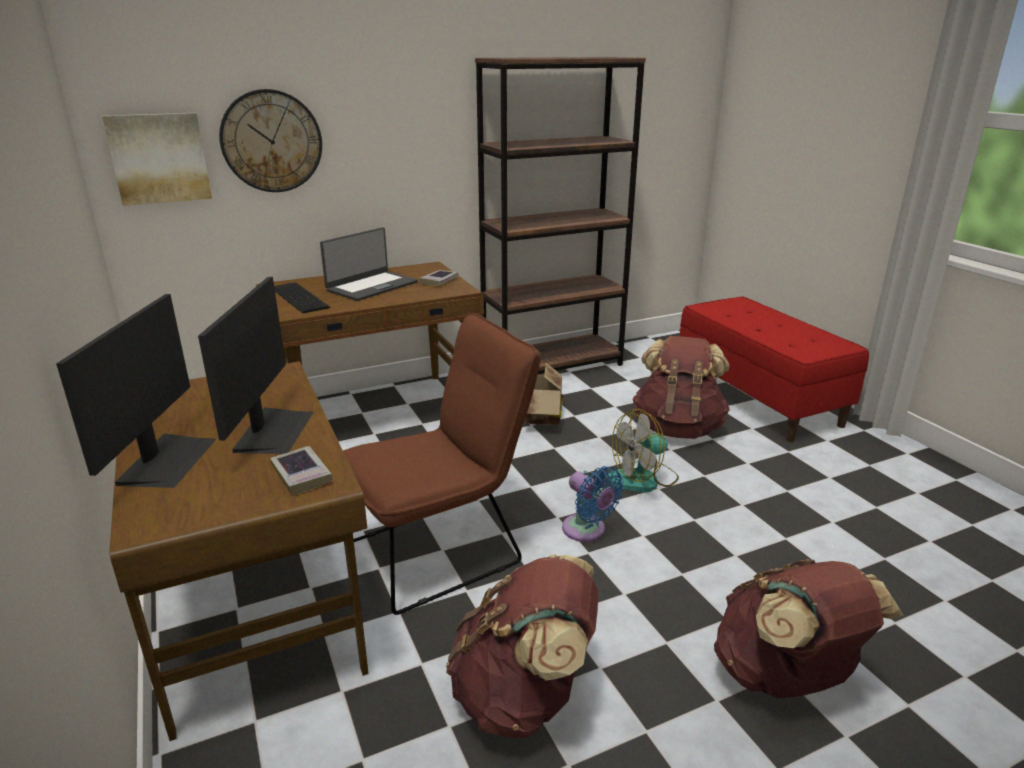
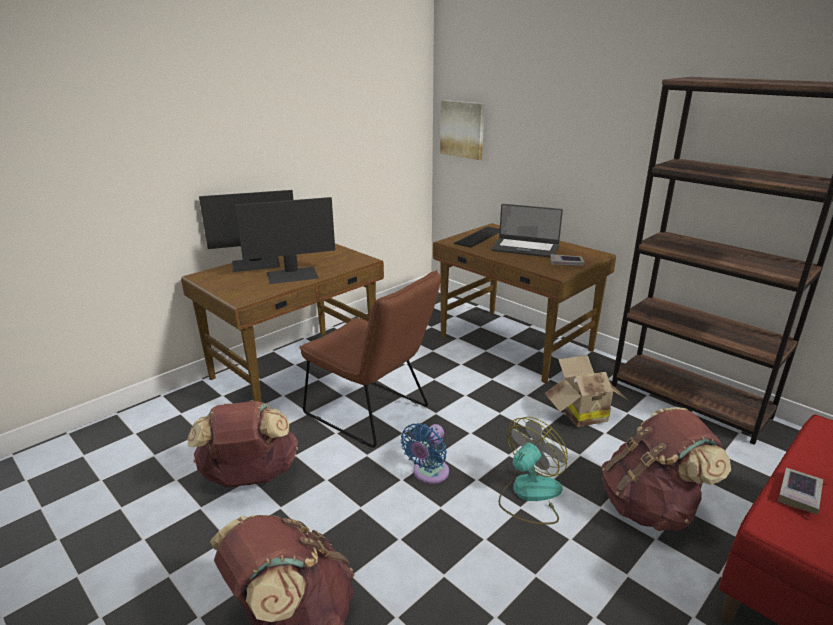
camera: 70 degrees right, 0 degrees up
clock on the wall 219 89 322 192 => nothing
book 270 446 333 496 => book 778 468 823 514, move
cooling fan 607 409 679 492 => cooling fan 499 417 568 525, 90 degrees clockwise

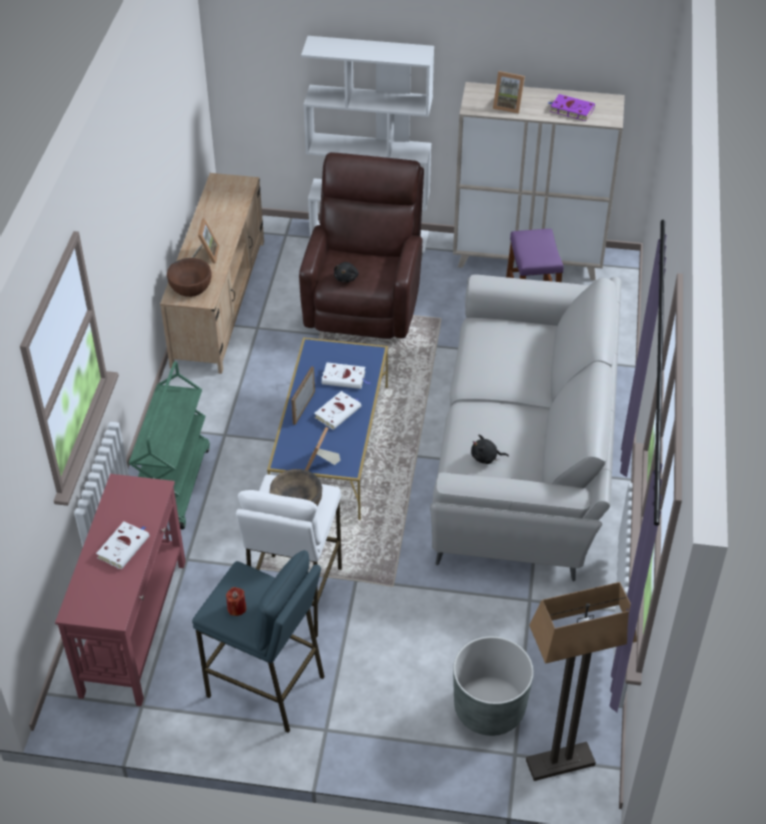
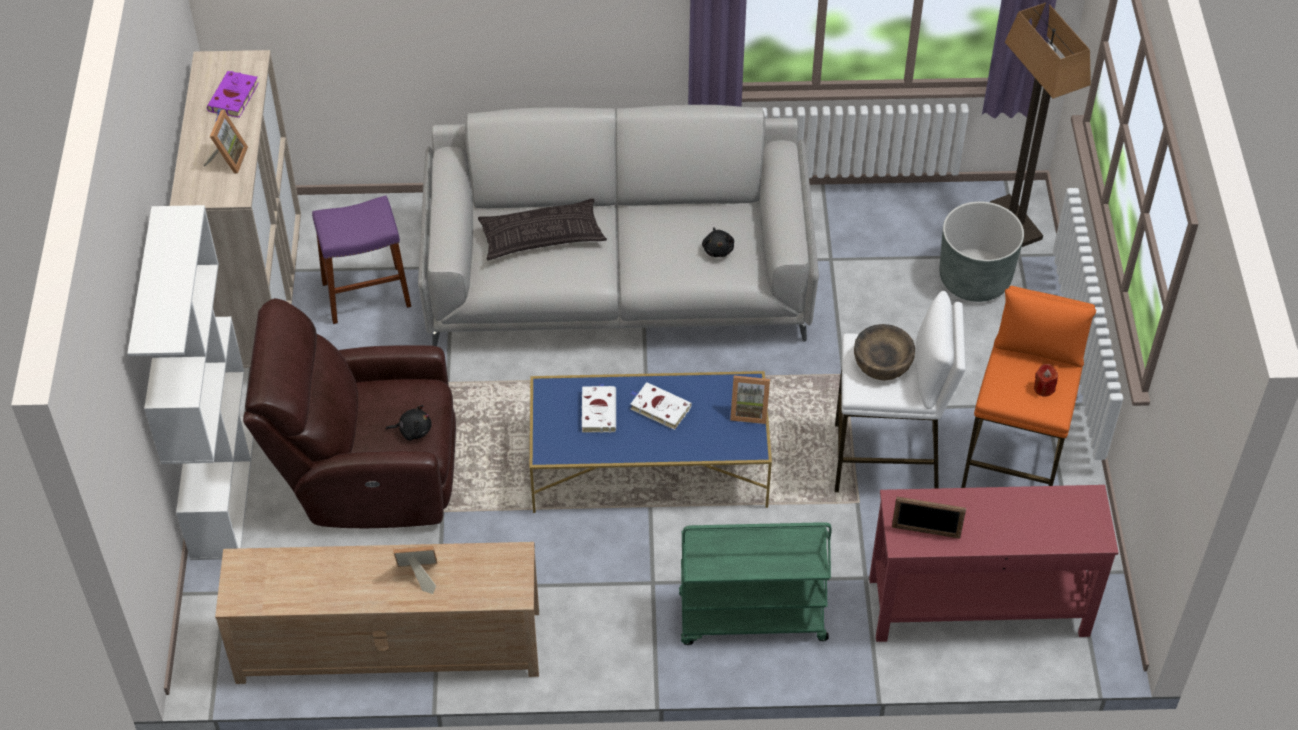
camera: 100 degrees left, 5 degrees up
book in white-coloured 96 522 150 569 => nothing
bowl in brownish 167 258 212 297 => nothing
nothing => pillow 478 198 607 260
standing frame 291 366 315 425 => standing frame 892 496 966 538, move
sitting stool in blue-coloured 192 550 324 733 => sitting stool in orange 961 286 1096 488

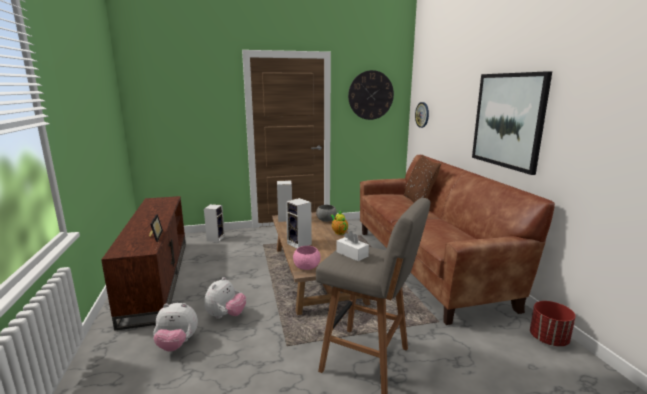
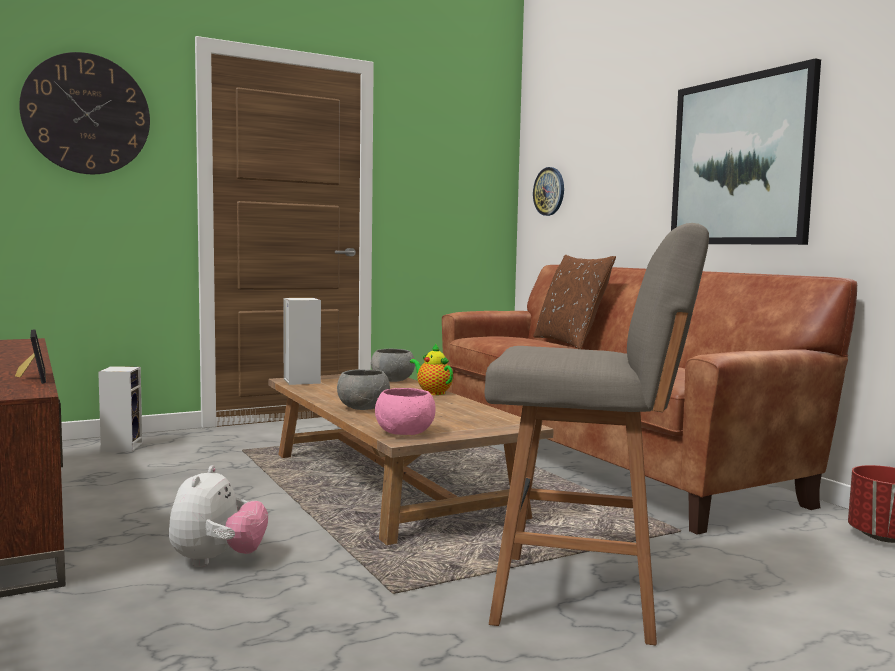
camera: 15 degrees left, 10 degrees down
soft toy 153 303 198 351 => nothing
tissue box in white-coloured 336 231 369 261 => nothing
clock on the wall 348 70 394 120 => clock on the wall 19 52 150 174, move
audio speaker 286 198 312 248 => bowl in gray 337 370 390 410

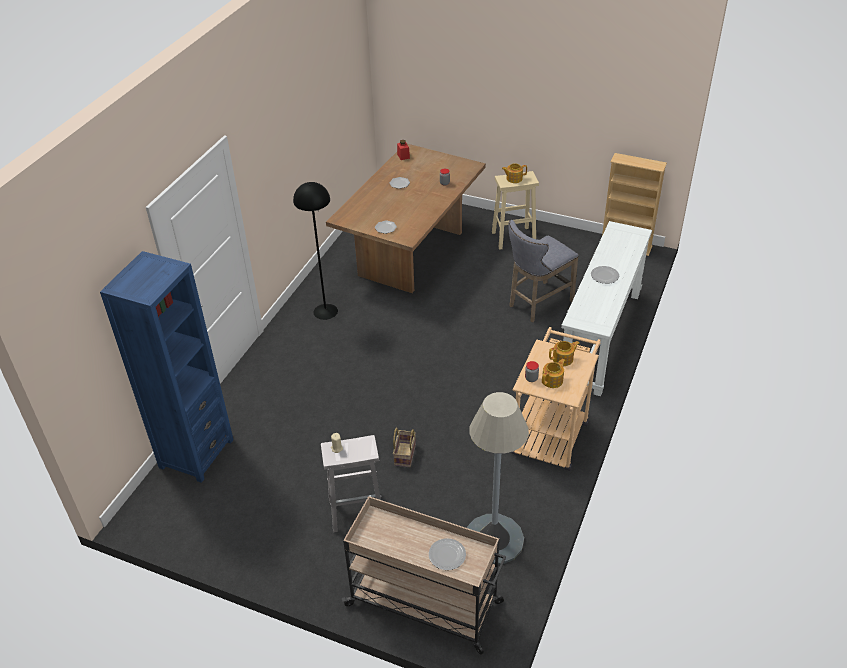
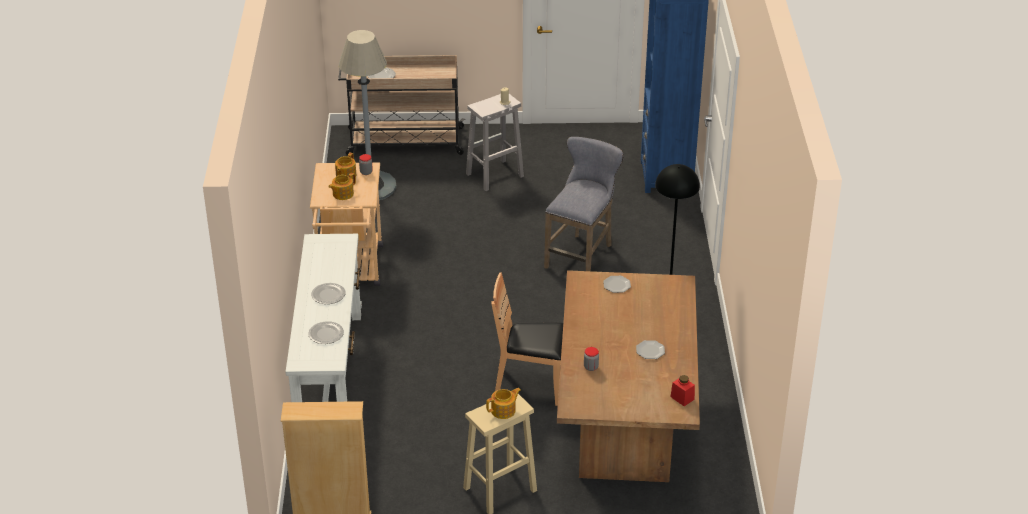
camera: 155 degrees right, 5 degrees down
basket 393 427 416 467 => nothing
nothing => plate 308 321 344 344
nothing => upright chair in brownish 491 272 563 406
sitting stool in gray 508 220 579 322 => sitting stool in gray 544 137 624 271, move

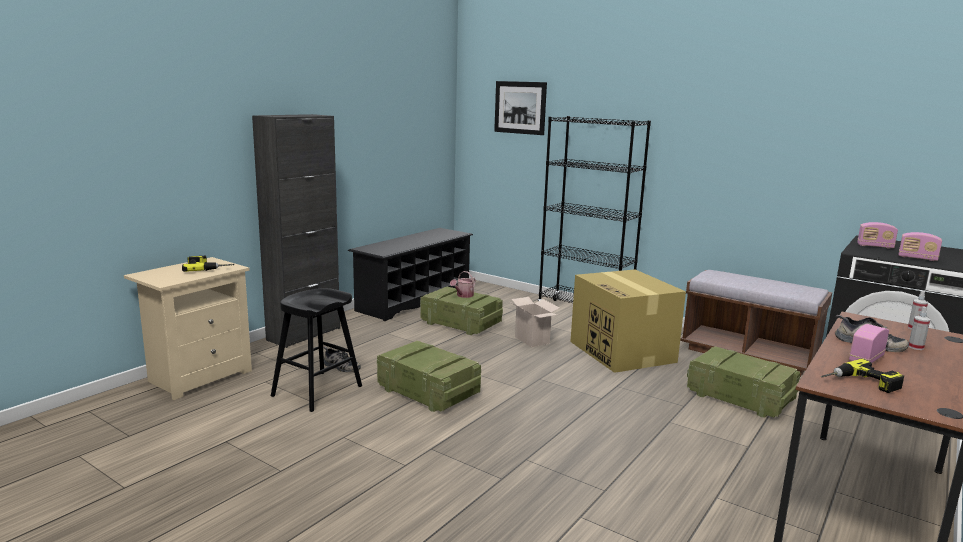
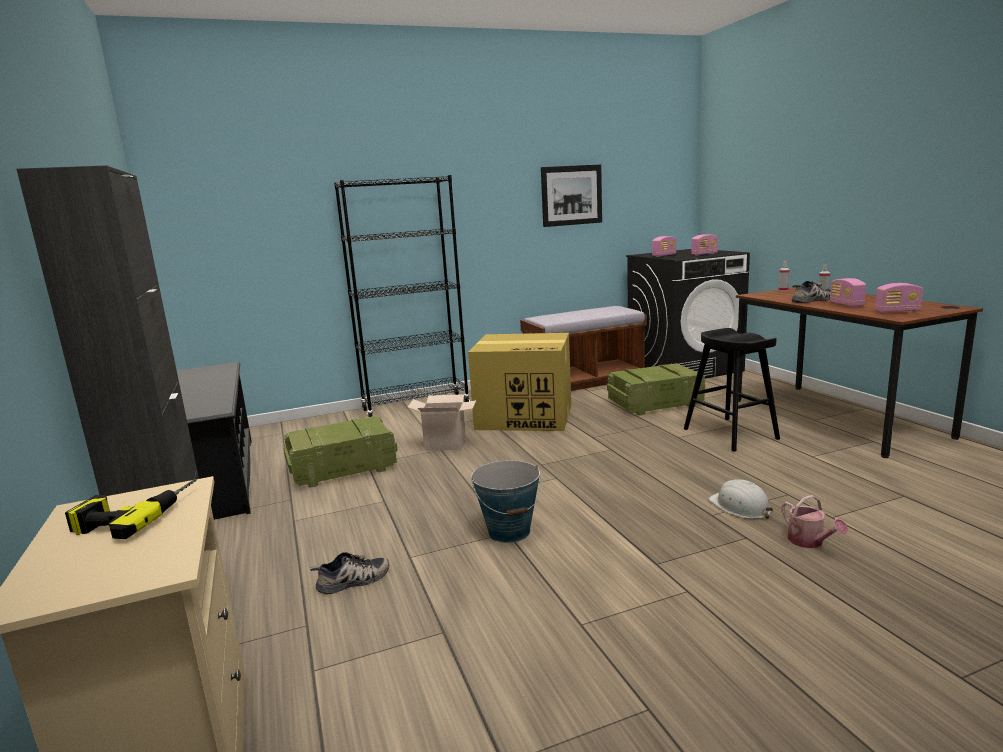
camera: 55 degrees left, 0 degrees up
nothing => safety helmet in white-coloured 708 479 773 519
sitting stool in black-coloured 271 288 362 412 => sitting stool in black-coloured 684 328 780 452, move
watering pot 450 271 476 298 => watering pot 782 495 848 548, move
wall art 494 81 547 135 => wall art 541 164 602 227, move
crate 377 340 481 412 => pail 471 460 543 543
electric drill 821 359 904 393 => radio set 875 283 923 313

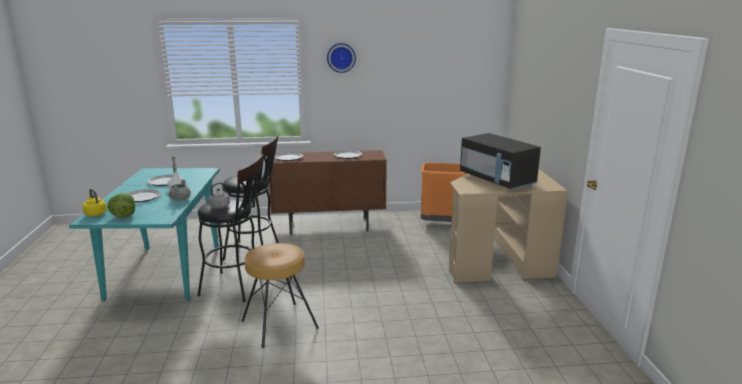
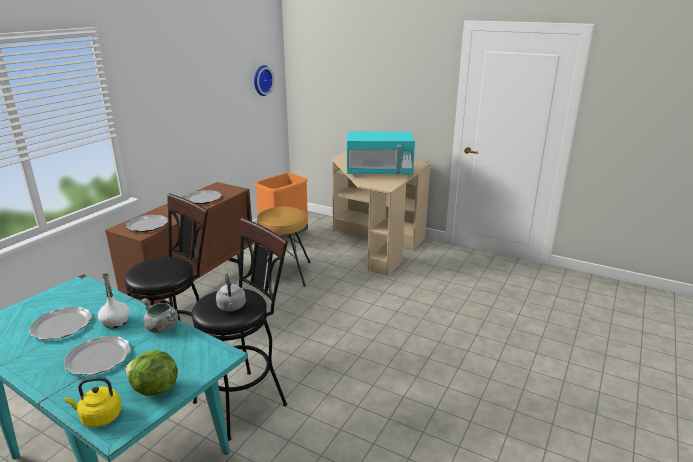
camera: 55 degrees left, 5 degrees up
sitting stool in brownish 242 243 319 348 => sitting stool in brownish 257 207 311 287, move
clock on the wall 327 43 356 73 => clock on the wall 254 65 274 96, move
microwave oven in black-coloured 460 133 541 190 => microwave oven in turquoise-coloured 347 131 415 175

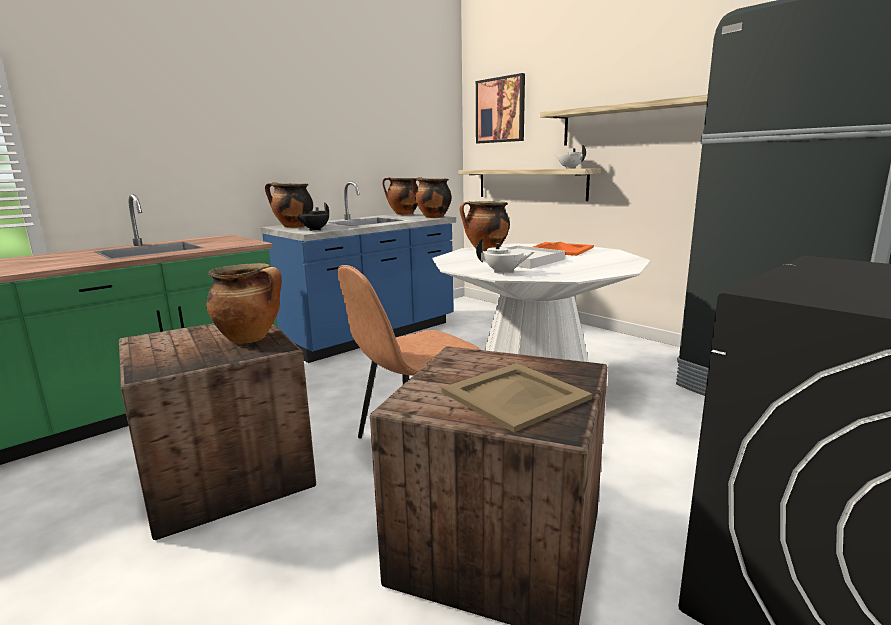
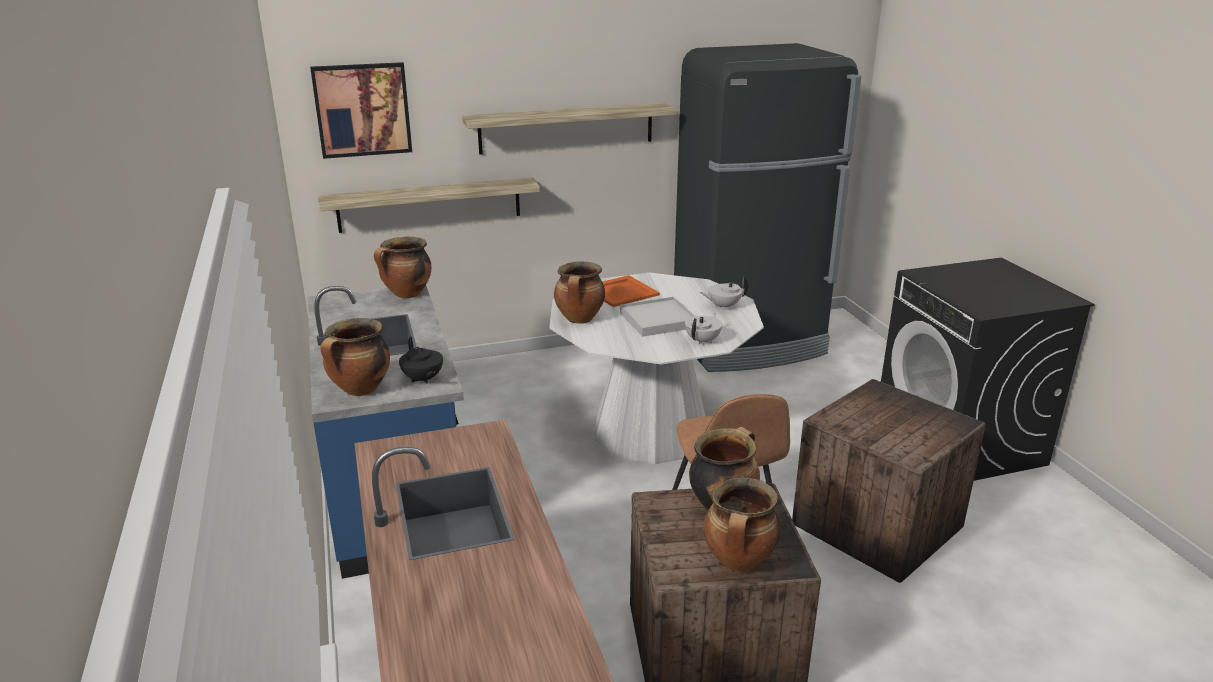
camera: 65 degrees left, 10 degrees up
tray in sand-coloured 442 363 592 432 => nothing
stockpot 382 177 418 215 => stockpot 703 478 780 572, move
teapot in white-coloured 555 144 586 169 => teapot in white-coloured 700 277 748 310, move

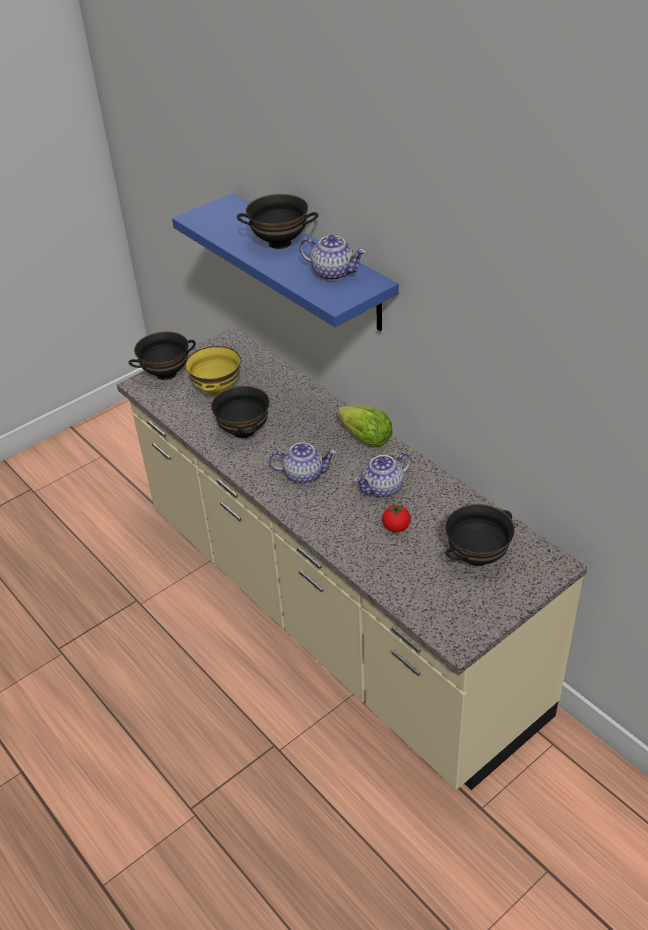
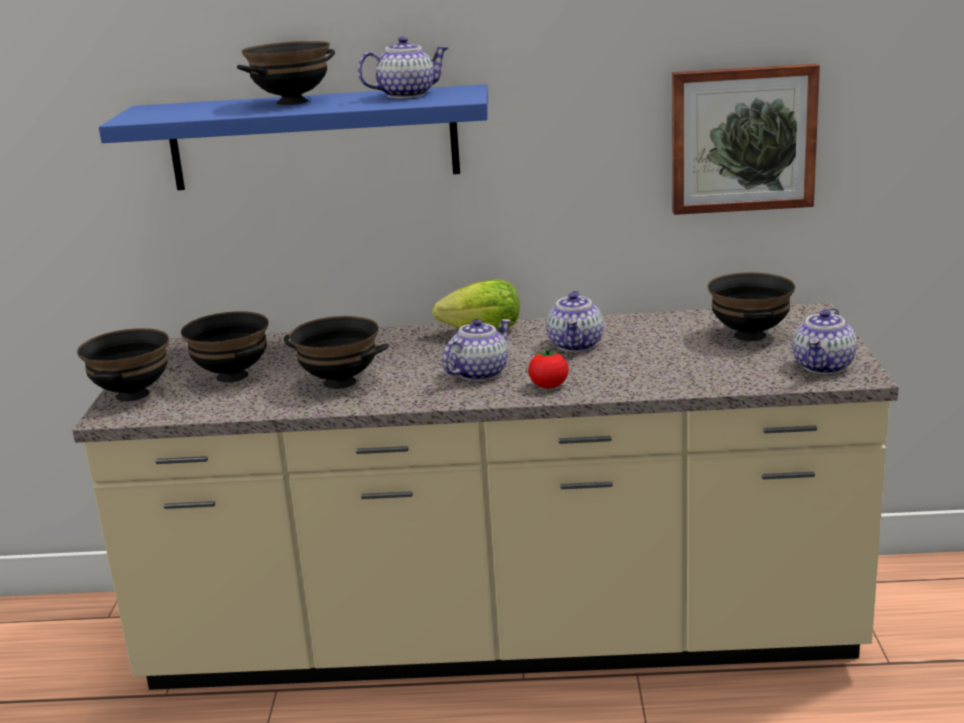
camera: 50 degrees left, 20 degrees down
nothing => wall art 672 64 820 215
nothing => teapot 793 308 857 374
tomato 382 503 411 532 => tomato 528 348 569 388, move
bowl in yellowish 185 346 241 396 => bowl in black-coloured 181 311 269 382

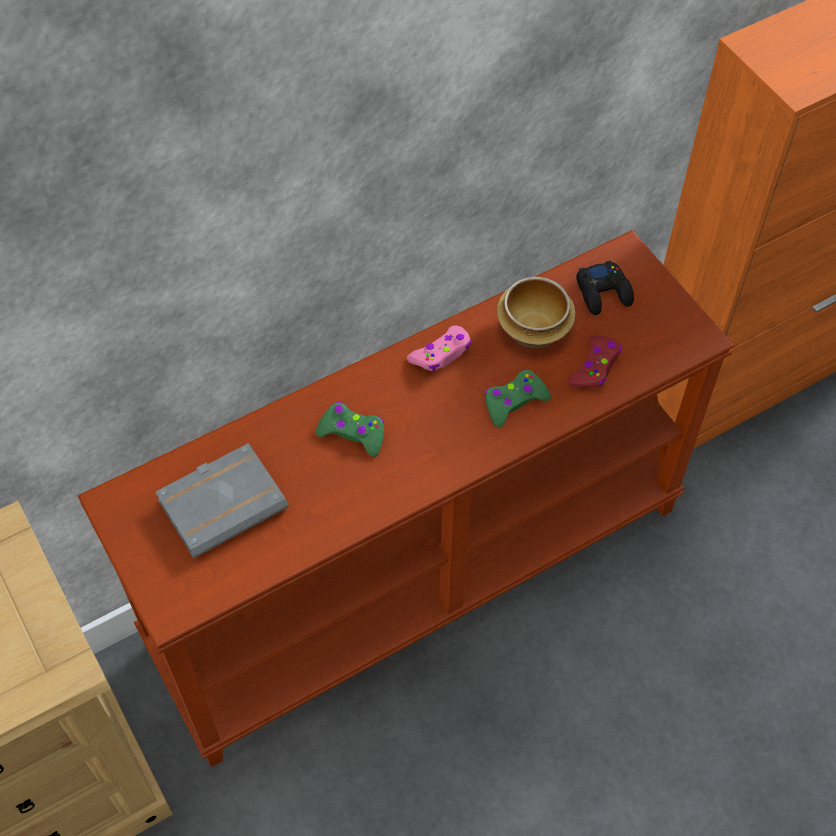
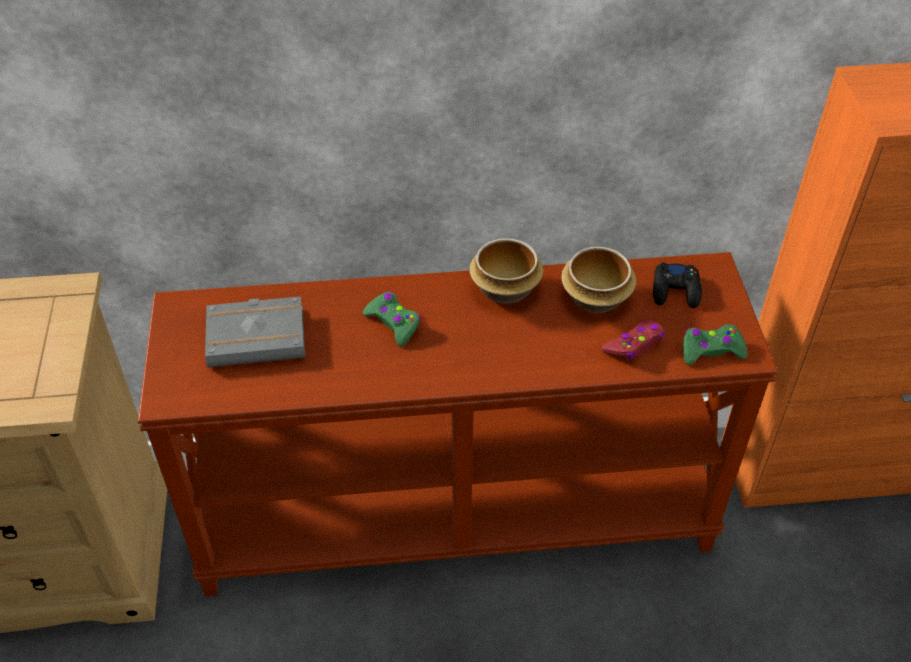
camera: 25 degrees right, 10 degrees down
game controller in green 485 369 551 427 => game controller in green 683 324 748 365, move
game controller in pink-coloured 407 326 472 371 => bowl 469 238 543 304

